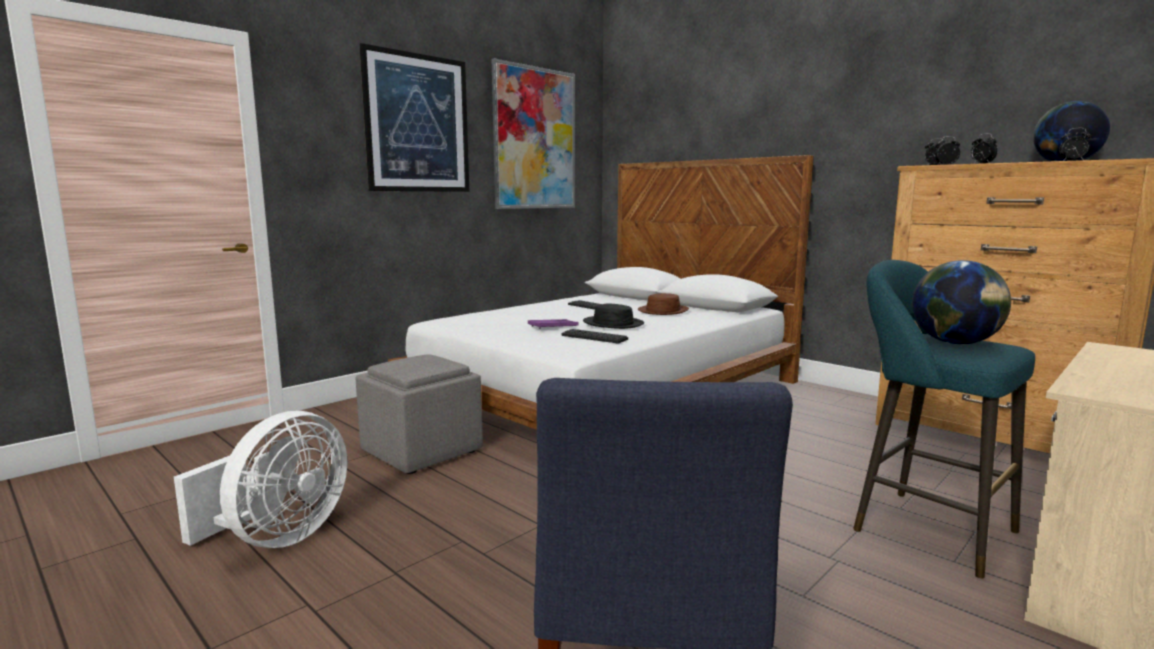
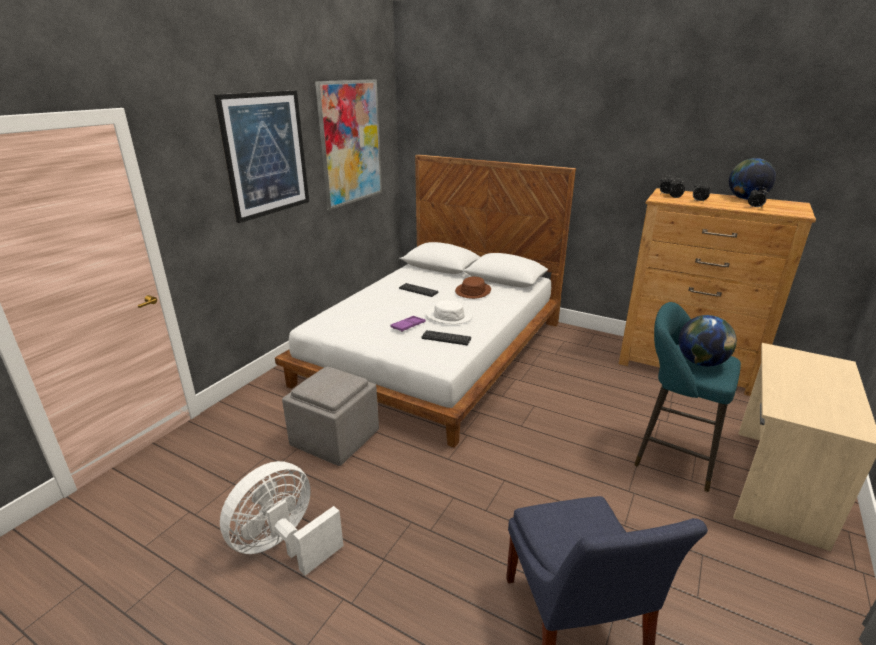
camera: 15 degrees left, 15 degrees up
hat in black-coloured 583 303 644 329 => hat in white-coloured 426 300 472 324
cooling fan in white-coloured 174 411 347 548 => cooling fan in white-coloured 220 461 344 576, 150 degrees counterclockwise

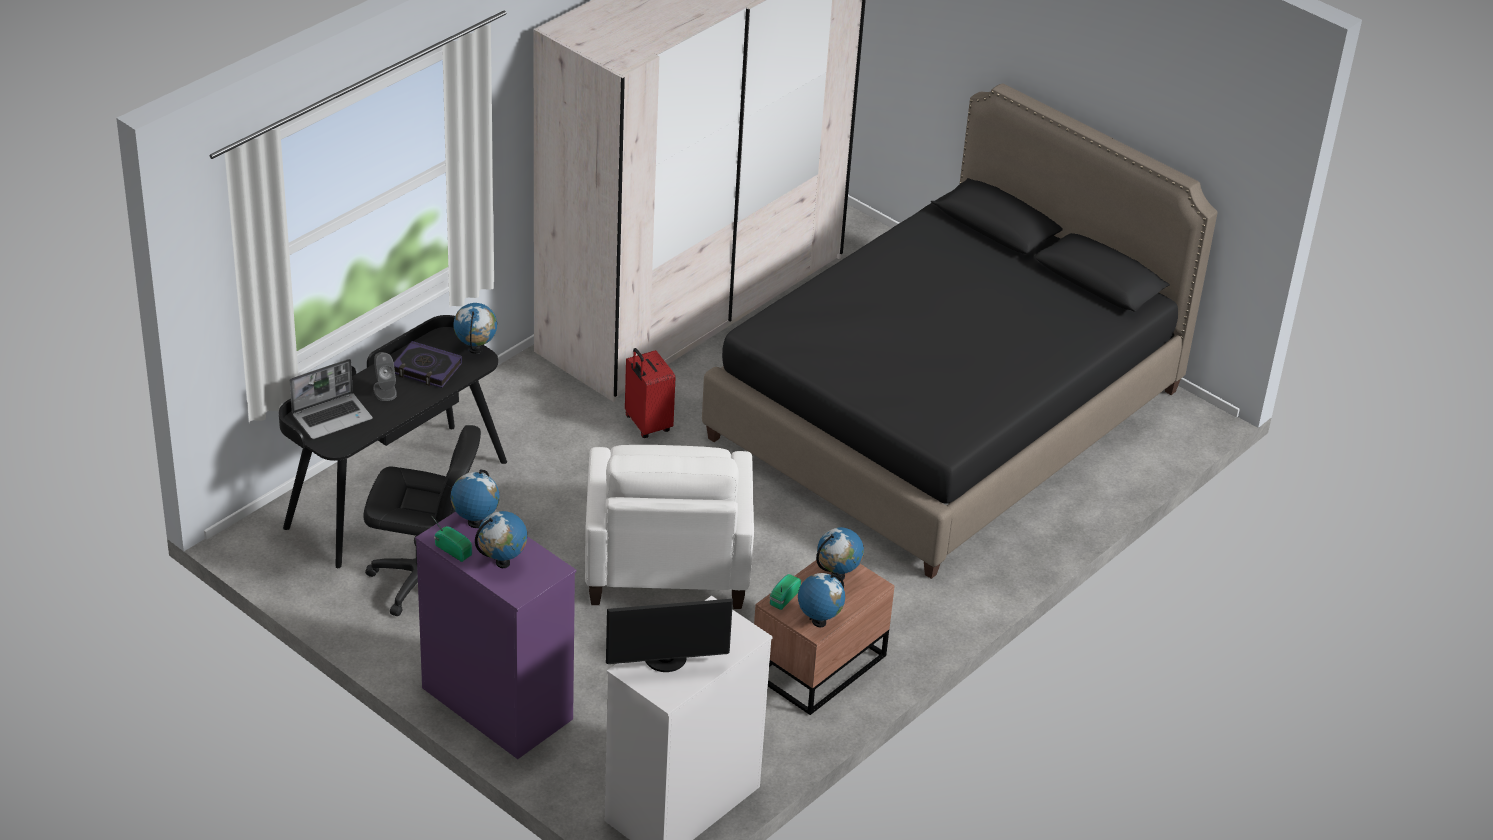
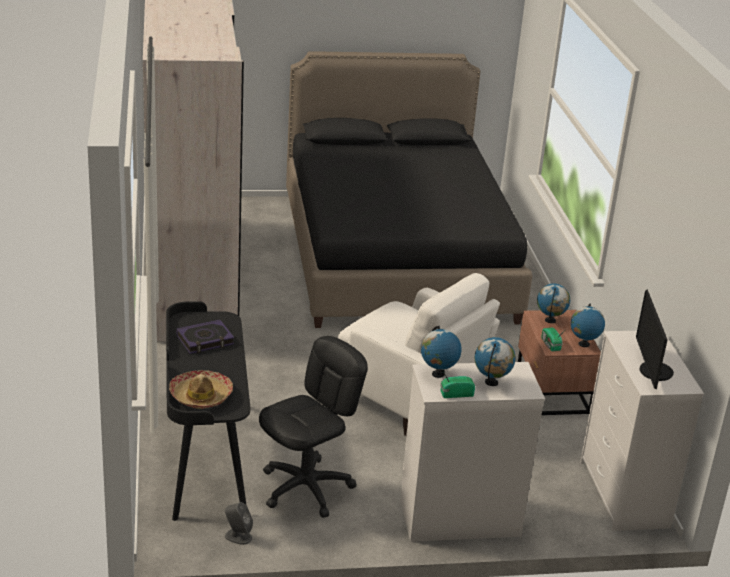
camera: 50 degrees left, 10 degrees down
globe 453 303 497 354 => nothing
piece of luggage in red 625 348 675 438 => nothing
audio speaker in gray 373 352 397 401 => audio speaker in gray 225 502 253 545, move
portable computer 290 359 373 439 => hat 169 370 233 409
dresser in purplish 415 512 576 759 => dresser in white-coloured 400 362 545 542
computer display 606 599 733 672 => computer display 636 289 674 390, 150 degrees clockwise

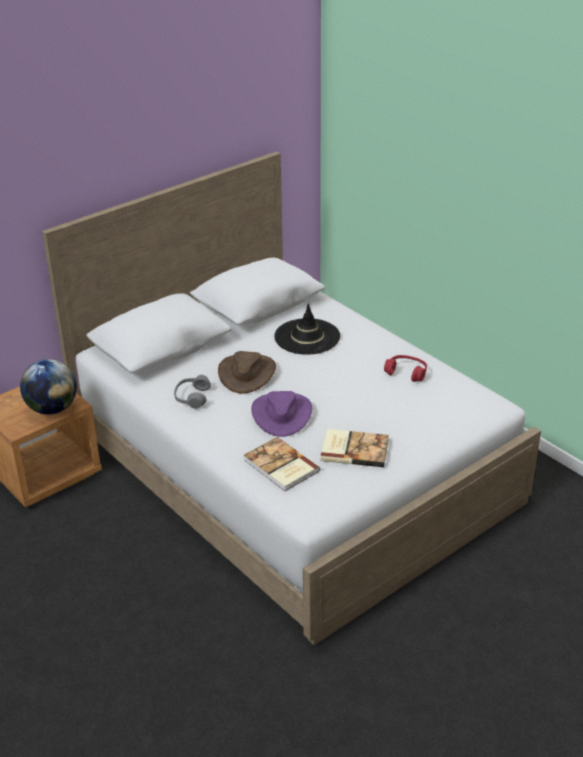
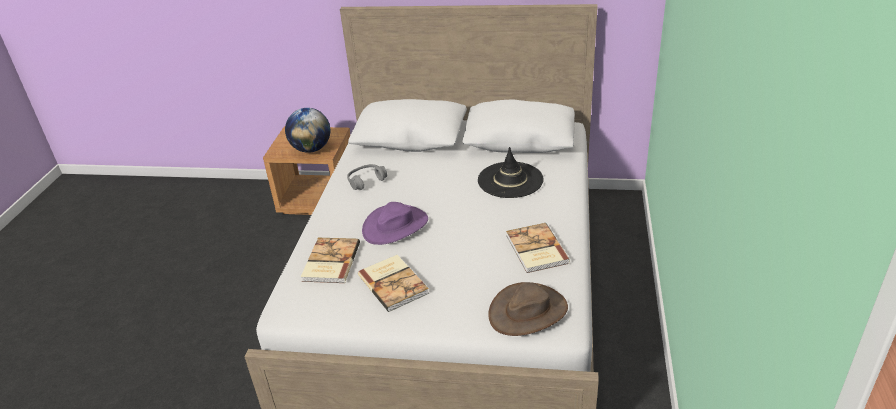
camera: 50 degrees right, 0 degrees up
hat in brownish 218 351 276 394 => hat in brownish 488 282 568 336, move
pair of headphones in red 384 355 427 382 => book 506 223 570 273

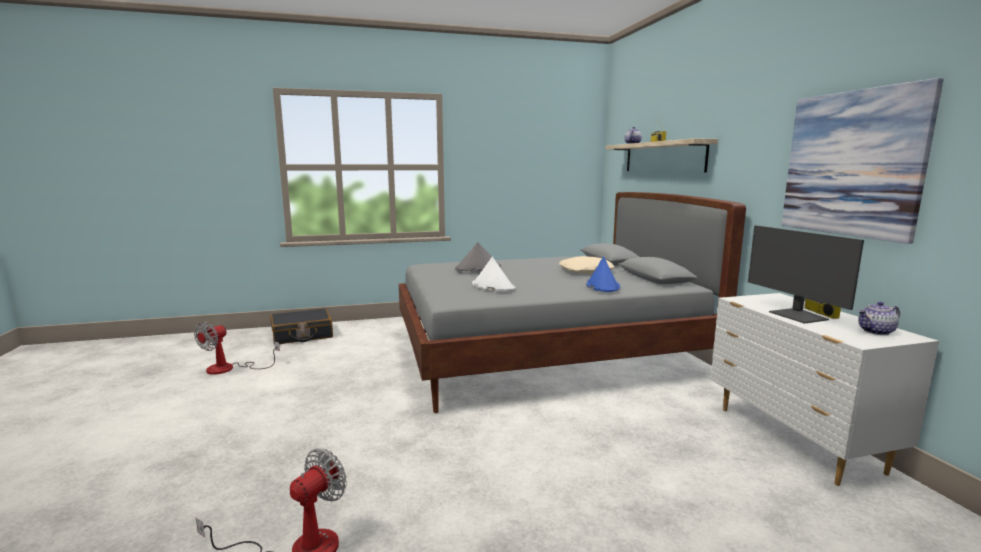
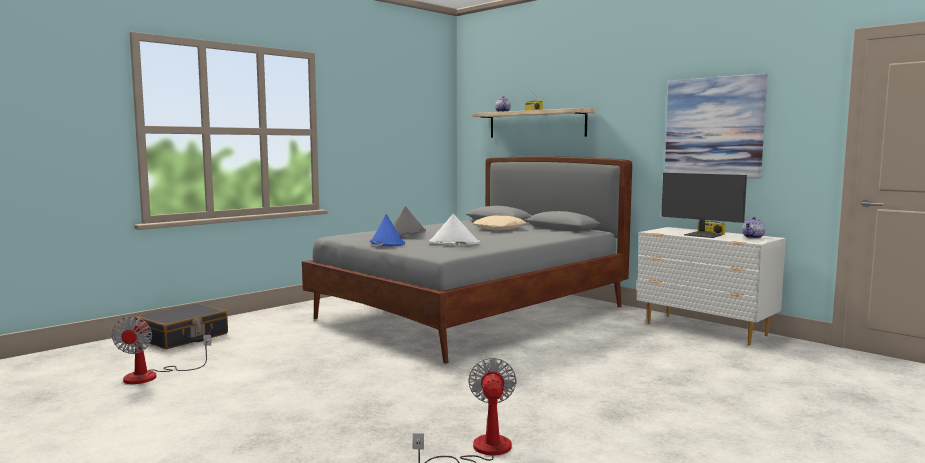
camera: 30 degrees left, 5 degrees down
hat in blue-coloured 586 256 620 292 => hat in blue-coloured 370 214 405 246, move

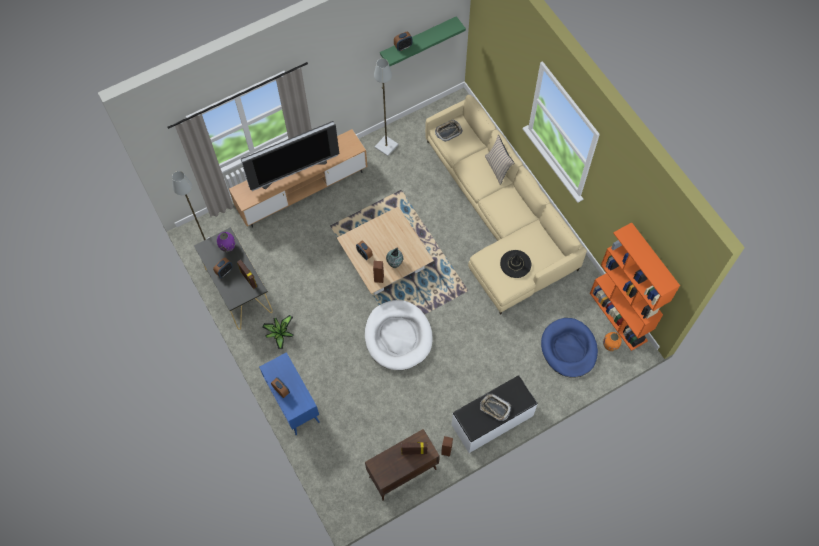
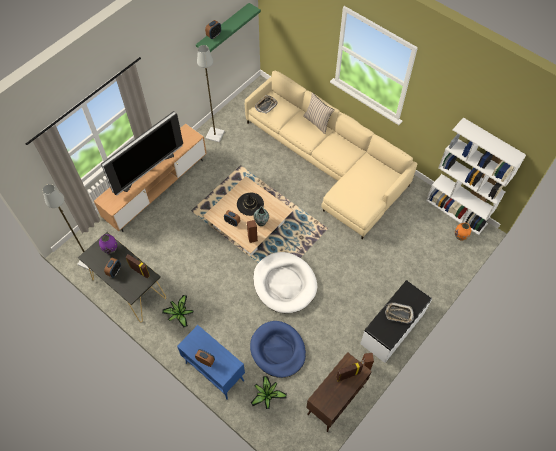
camera: 20 degrees left, 5 degrees down
nothing => plant in a pot 251 376 287 409
hat in black-coloured 500 250 531 278 => hat in black-coloured 237 193 264 216, move
dog cushion in blue-coloured 541 318 598 378 => dog cushion in blue-coloured 250 321 306 378, move
bookshelf in orange 590 222 680 351 => bookshelf in white-coloured 426 117 526 235

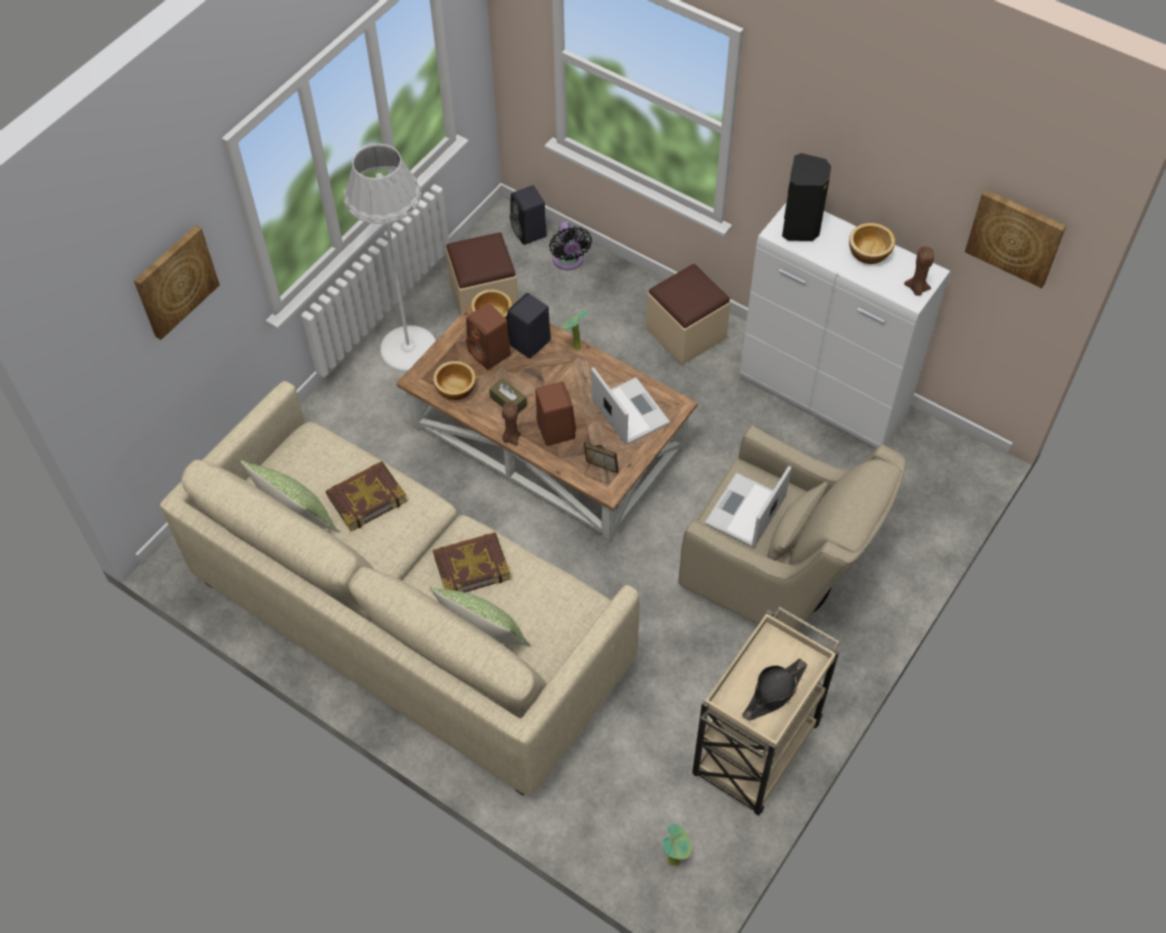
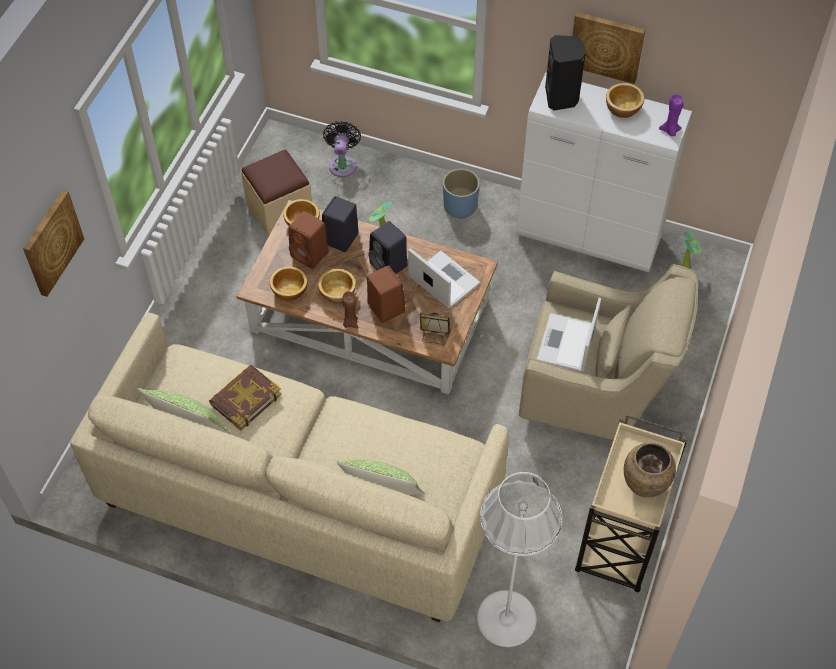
camera: 15 degrees left, 0 degrees up
book 433 532 511 592 => nothing
floor lamp in white-coloured 344 144 436 371 => floor lamp in white-coloured 477 472 562 647, move
audio speaker in black-coloured 510 185 547 245 => audio speaker in black-coloured 368 221 407 274, move
plant in a pot 662 824 692 866 => plant in a pot 682 231 701 268, move
wall art 965 189 1066 288 => wall art 572 12 645 84, move
tissue box in brownish 489 378 527 413 => bowl 318 269 356 303
pouffe in sand-coloured 646 264 731 365 => flower pot in blue-coloured 443 169 480 219
hat in black-coloured 742 658 807 721 => vase in brownish 624 443 676 498
wax light in brownish 904 246 934 296 => wax light in purplish 659 94 683 136
cooling fan in black-coloured 549 221 592 270 => cooling fan in black-coloured 323 121 361 177, 150 degrees counterclockwise

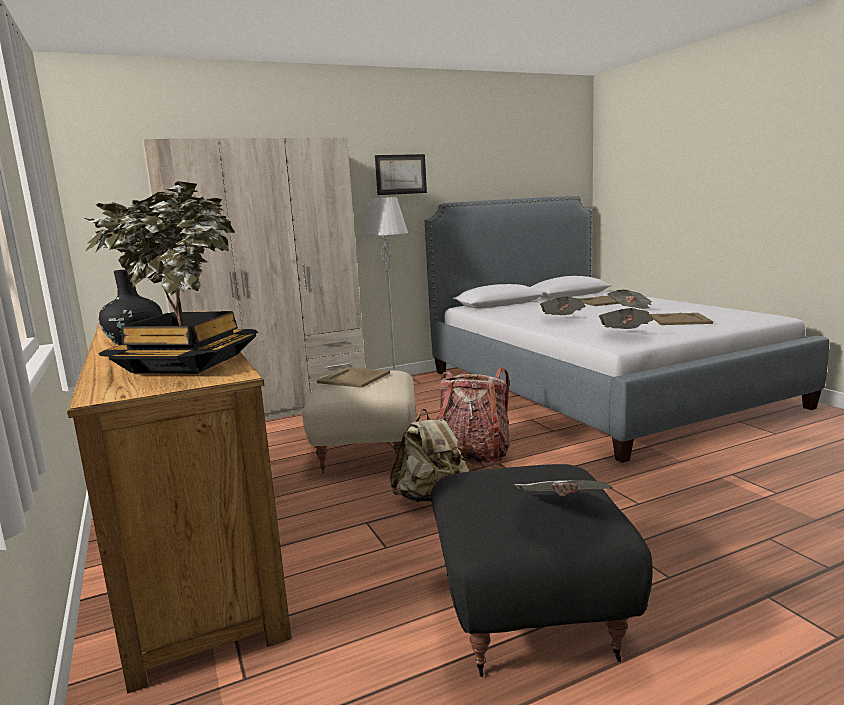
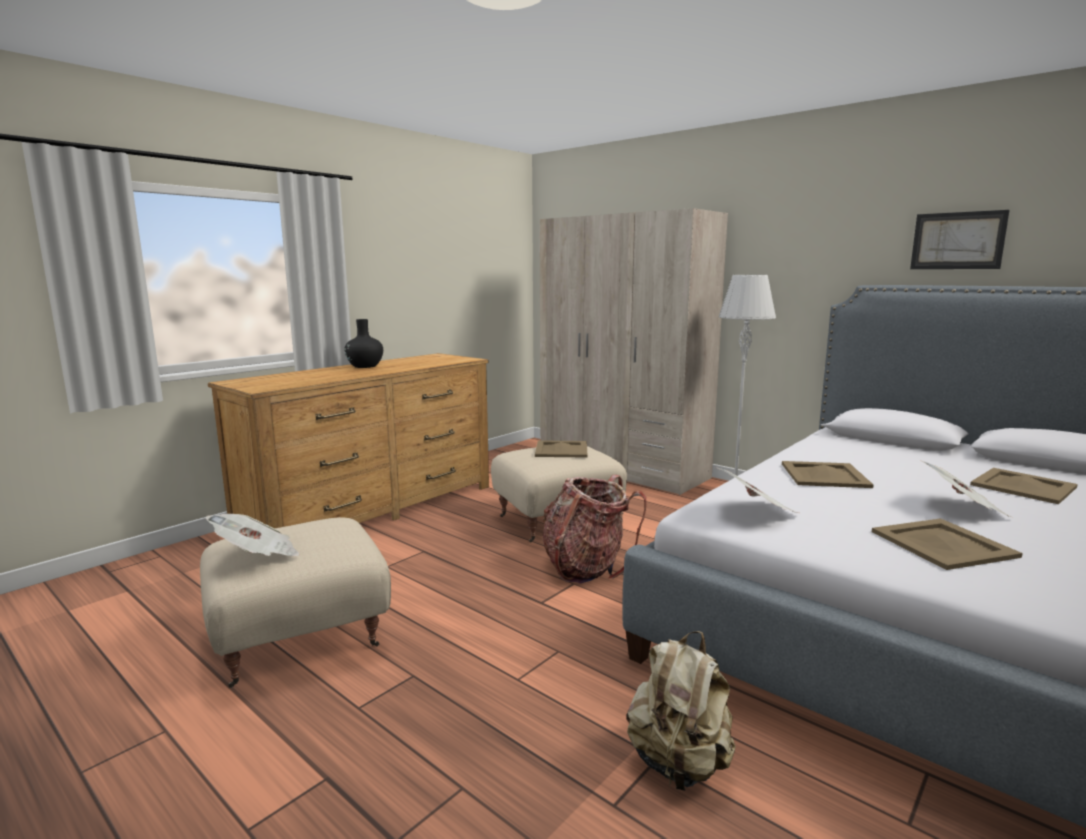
camera: 65 degrees right, 0 degrees up
plant in a pot 84 181 259 374 => nothing
wall art 375 154 427 195 => wall art 910 210 1010 269, move
rucksack in sand-coloured 390 409 469 502 => rucksack in sand-coloured 627 631 736 791, move
printed paper 540 296 585 315 => tray in sand-coloured 782 461 874 488
pouffe in black-coloured 431 464 653 677 => pouffe in sand-coloured 200 517 391 688

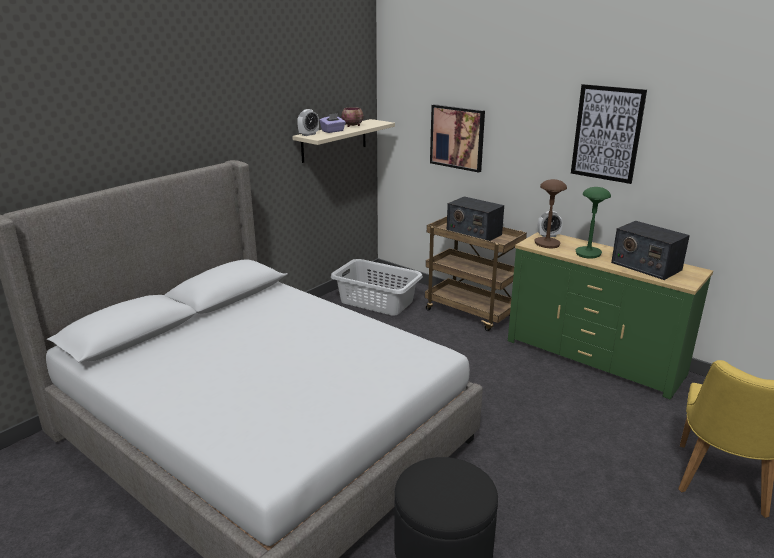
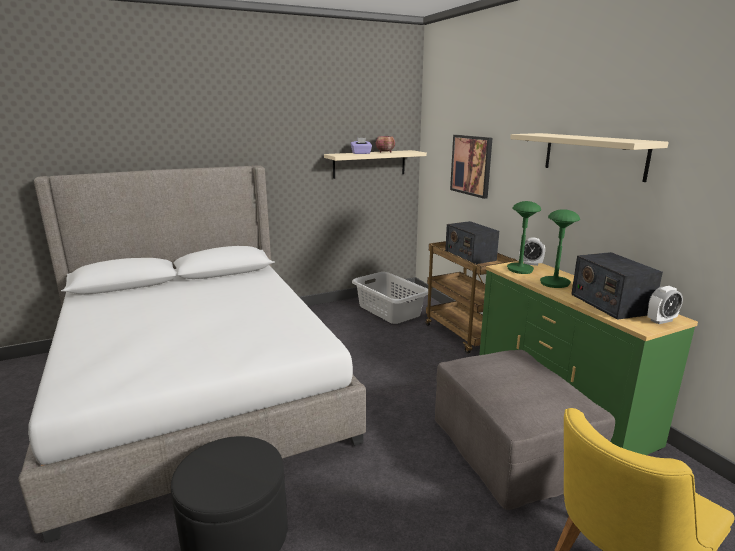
camera: 25 degrees right, 5 degrees down
nothing => pouffe in gray 435 350 615 510
bedside clock 297 109 319 136 => bedside clock 647 286 683 324, move
wall art 571 84 647 184 => bracket shelf in sand-coloured 510 133 669 182
tabletop lamp in brownish 535 179 567 248 => tabletop lamp in green 507 201 541 274

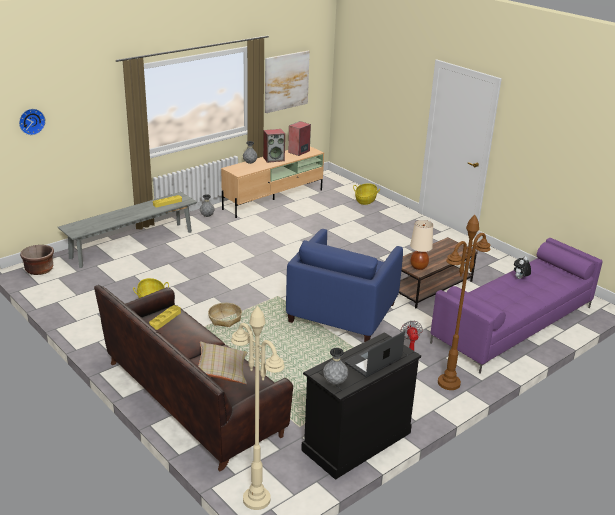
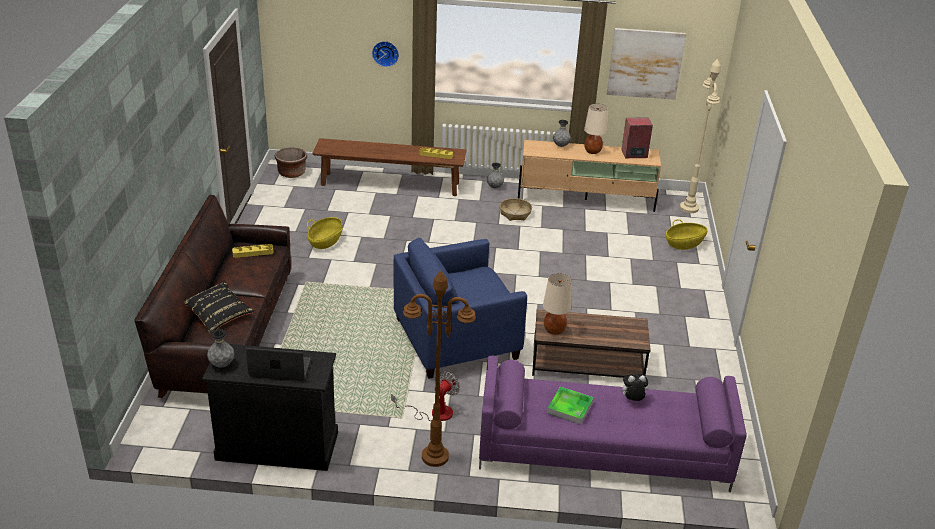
camera: 45 degrees right, 5 degrees up
nothing => tray 547 387 594 424
clock on the wall 19 109 46 135 => clock on the wall 372 41 399 67, move
basket 208 303 242 327 => basket 500 198 532 221, move
floor lamp in sand-coloured 231 306 285 510 => floor lamp in sand-coloured 680 59 721 213, move
audio speaker 263 129 285 163 => tabletop lamp in sand-coloured 584 104 607 154
bench in gray 58 192 197 268 => bench in brownish 312 138 467 196
pillow in sand-coloured 198 342 248 384 => pillow in black-coloured 184 281 255 334

